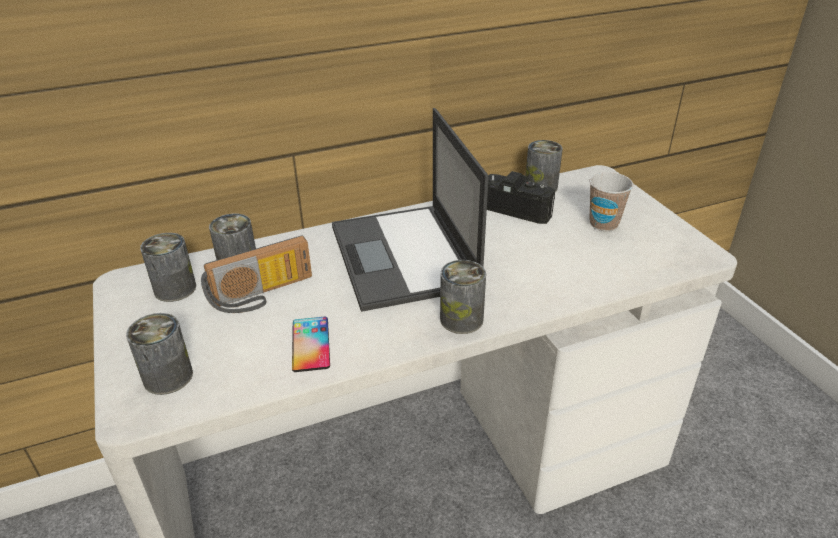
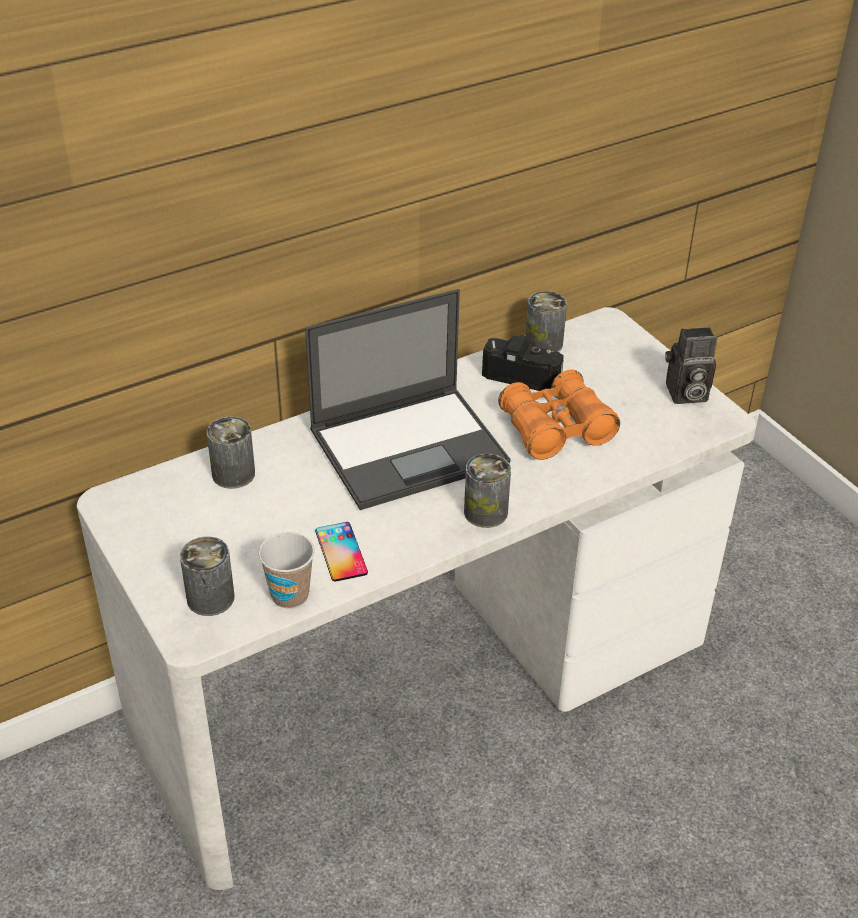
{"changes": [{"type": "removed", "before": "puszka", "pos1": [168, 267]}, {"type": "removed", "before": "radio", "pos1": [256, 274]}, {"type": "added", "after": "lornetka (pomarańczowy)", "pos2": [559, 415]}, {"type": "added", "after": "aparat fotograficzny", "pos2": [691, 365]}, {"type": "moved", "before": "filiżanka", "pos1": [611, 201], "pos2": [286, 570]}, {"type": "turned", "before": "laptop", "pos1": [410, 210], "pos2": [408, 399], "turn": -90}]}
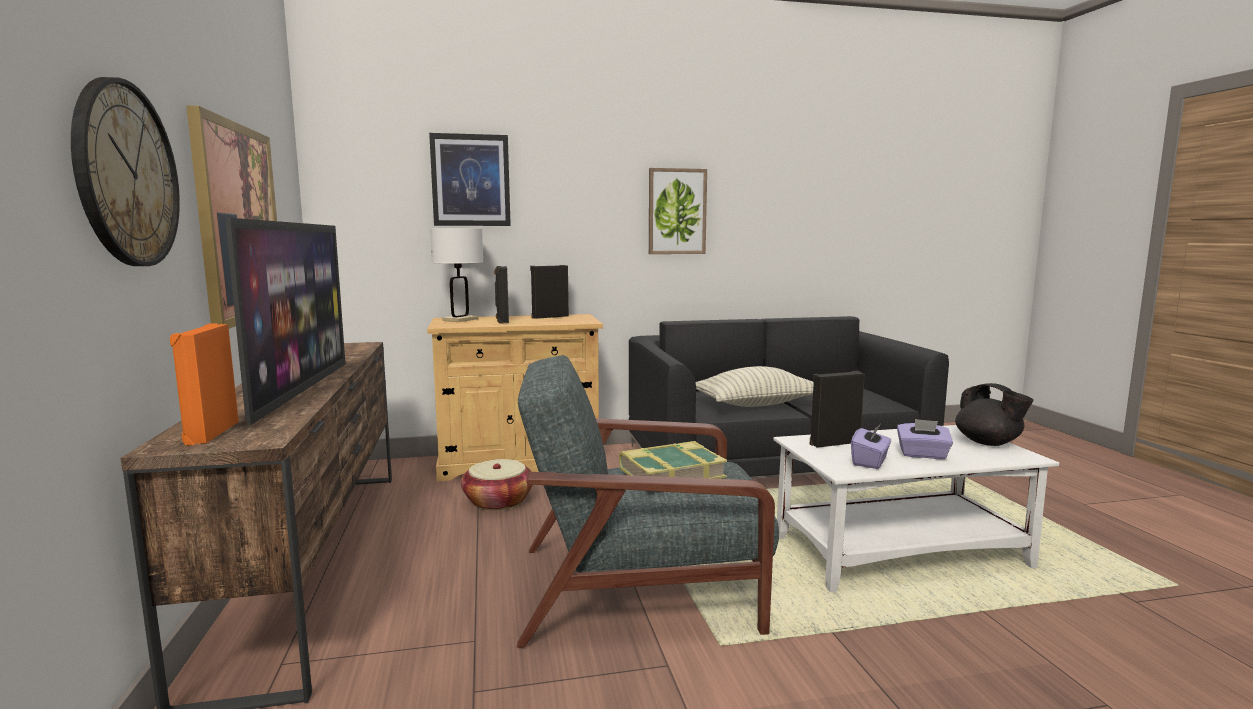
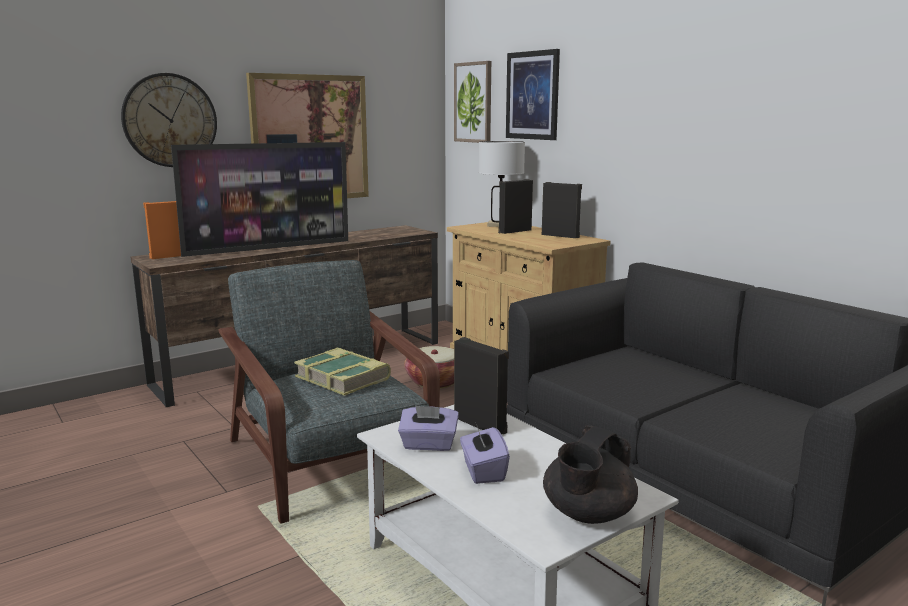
{"changes": [{"type": "removed", "before": "poduszka", "pos1": [755, 386]}, {"type": "moved", "before": "obraz", "pos1": [678, 211], "pos2": [472, 102]}]}
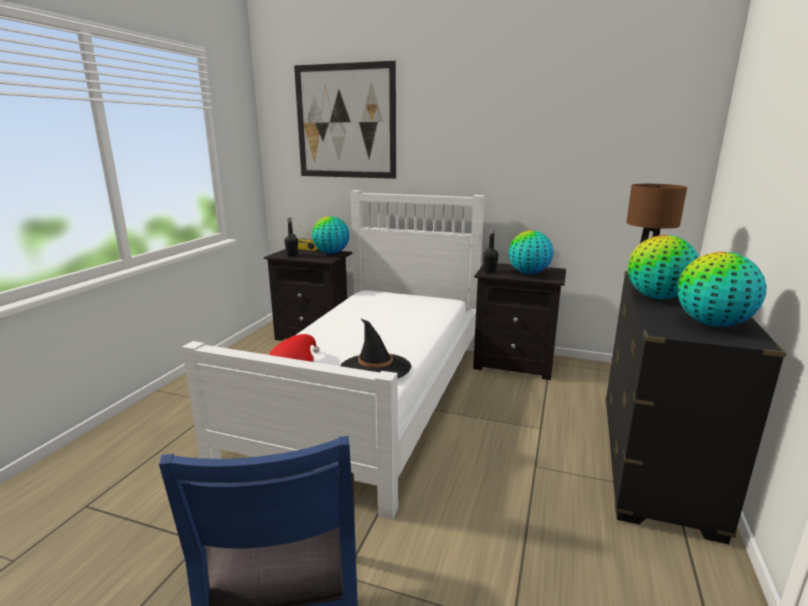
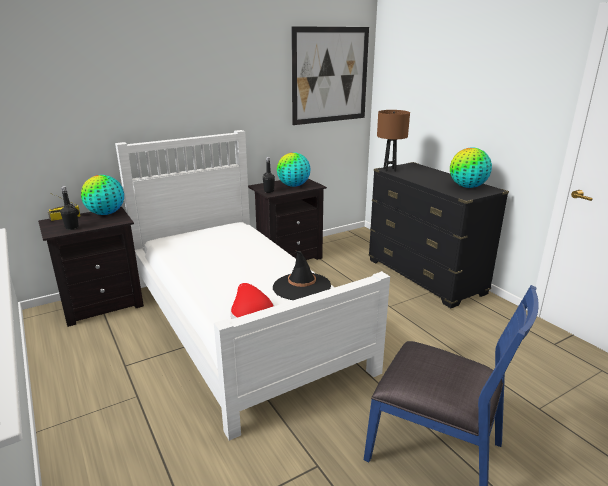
{"changes": [{"type": "removed", "before": "globus", "pos1": [663, 267]}, {"type": "moved", "before": "obraz", "pos1": [345, 120], "pos2": [330, 75]}]}
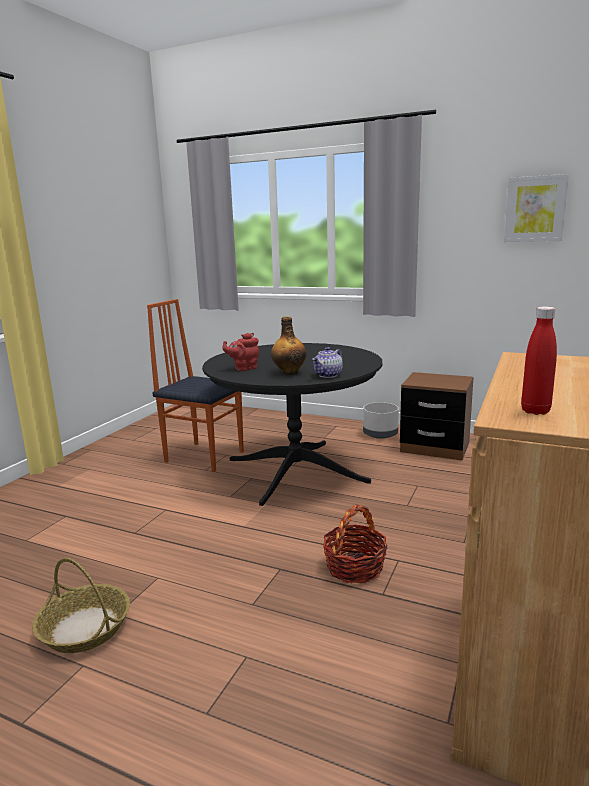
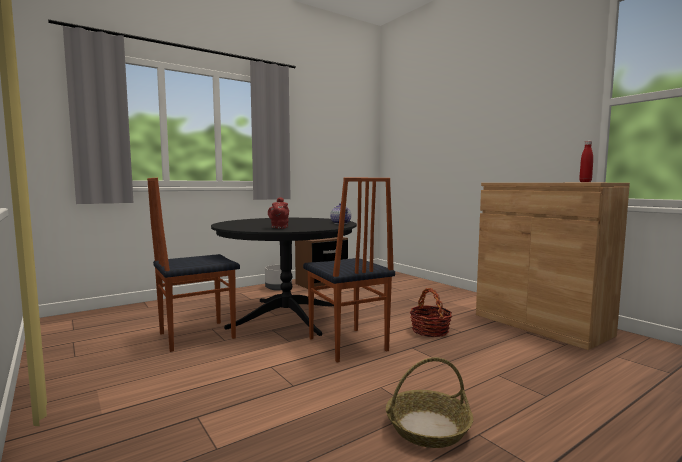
{"changes": [{"type": "removed", "before": "butelka", "pos1": [288, 345]}, {"type": "removed", "before": "obraz", "pos1": [536, 208]}, {"type": "added", "after": "krzesło", "pos2": [349, 270]}]}
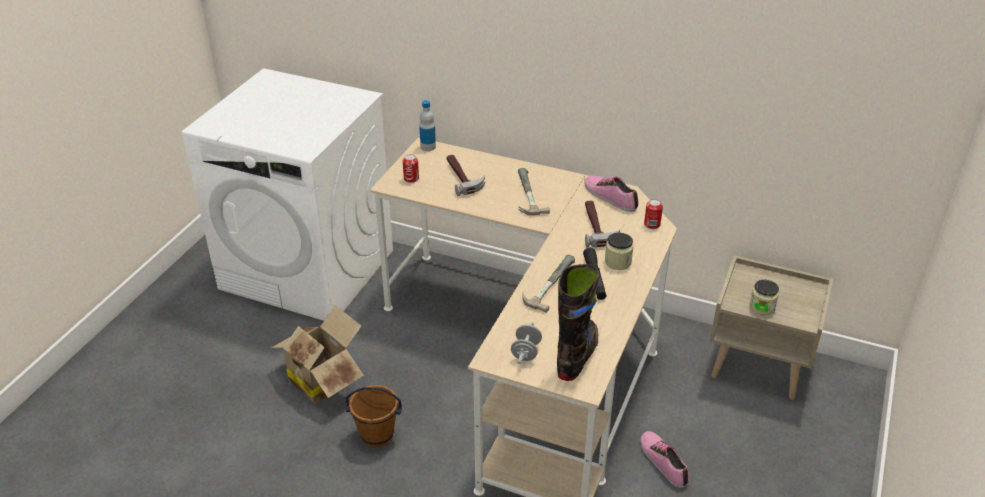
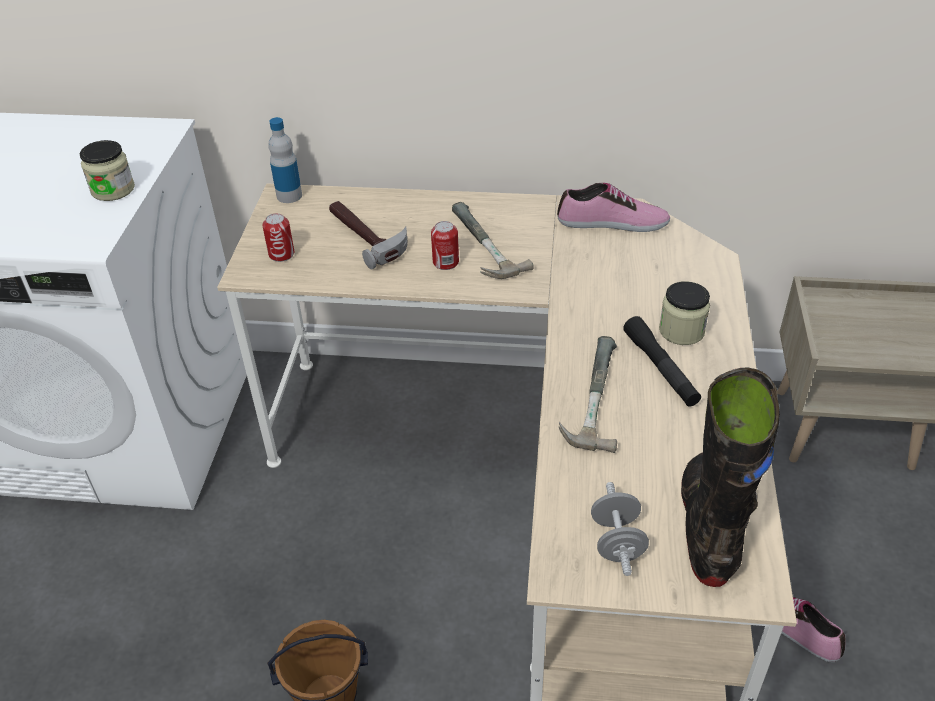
{"changes": [{"type": "removed", "before": "karton", "pos1": [317, 354]}, {"type": "removed", "before": "młotek", "pos1": [602, 224]}, {"type": "moved", "before": "puszka", "pos1": [653, 214], "pos2": [445, 245]}, {"type": "moved", "before": "słoik", "pos1": [764, 297], "pos2": [107, 170]}, {"type": "turned", "before": "but", "pos1": [611, 194], "pos2": [613, 207], "turn": 150}]}
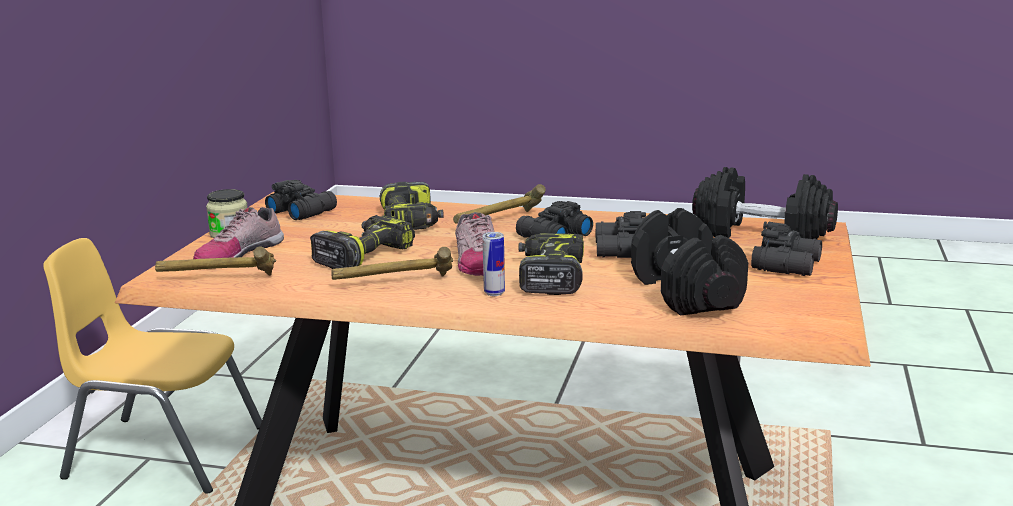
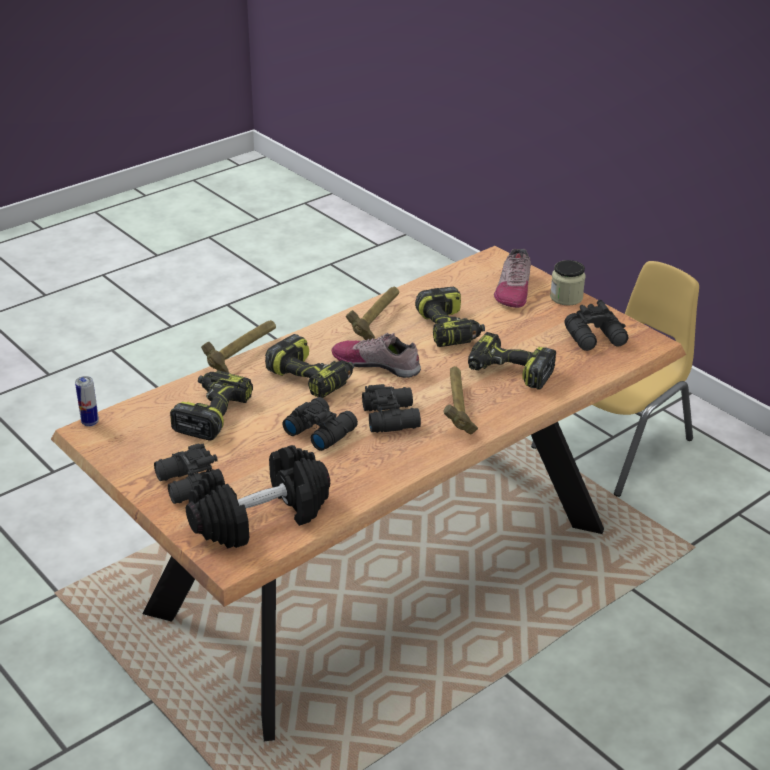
{"changes": [{"type": "moved", "before": "młotek", "pos1": [215, 261], "pos2": [238, 346]}, {"type": "moved", "before": "puszka", "pos1": [493, 264], "pos2": [87, 401]}, {"type": "replaced", "before": "hantel (czarny)", "after": "wiertarka", "pos1": [689, 262], "pos2": [211, 405]}, {"type": "turned", "before": "but", "pos1": [238, 233], "pos2": [512, 278], "turn": -150}]}
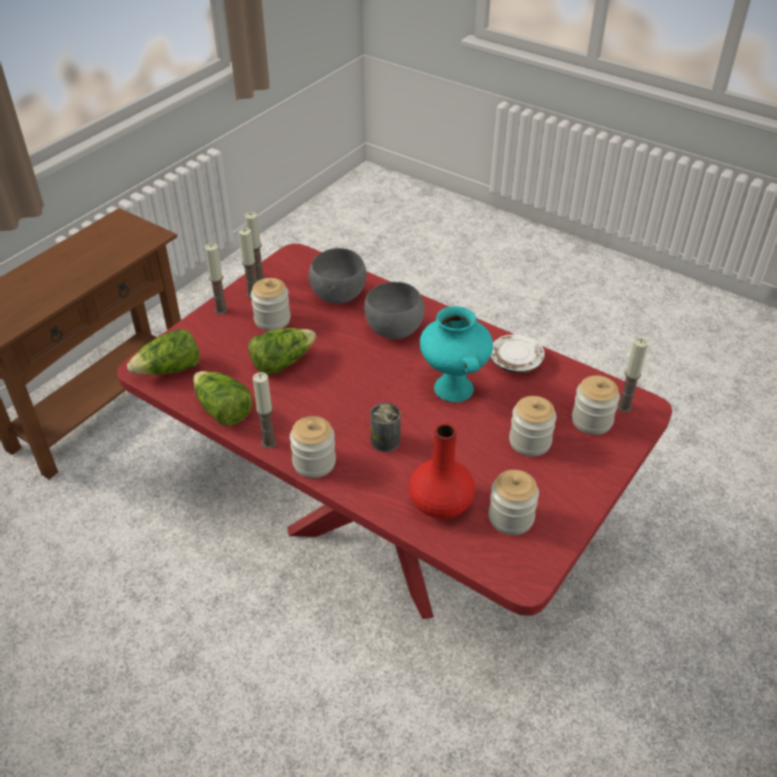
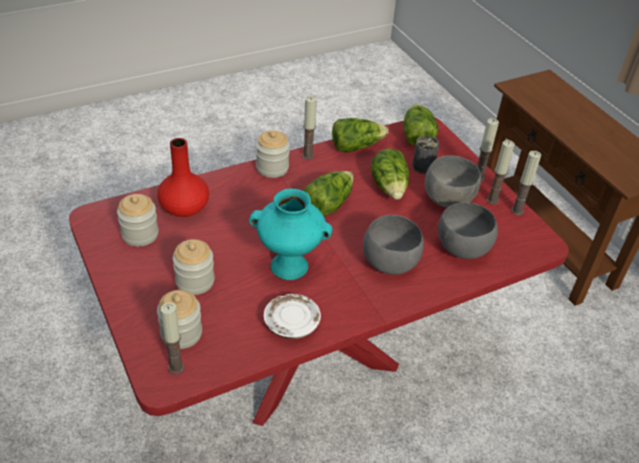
{"changes": [{"type": "added", "after": "sałata", "pos2": [329, 193]}, {"type": "moved", "before": "puszka", "pos1": [385, 427], "pos2": [425, 155]}, {"type": "replaced", "before": "słoik", "after": "miska (szary)", "pos1": [271, 304], "pos2": [453, 181]}]}
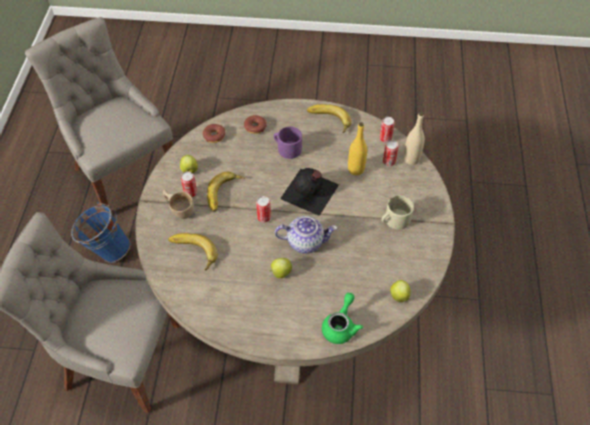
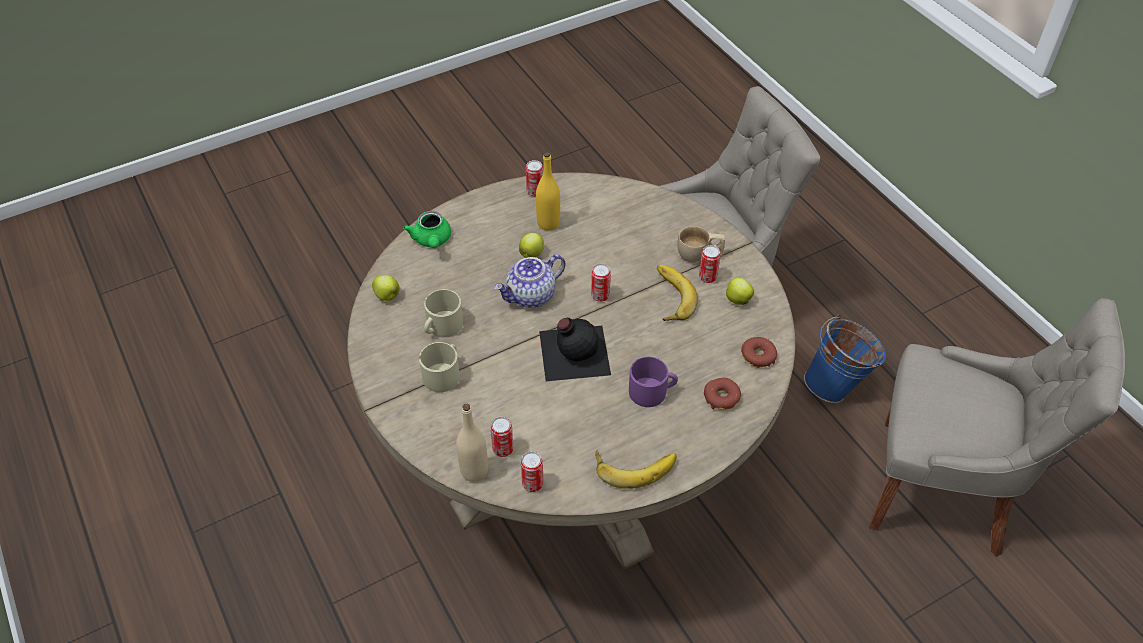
{"changes": [{"type": "removed", "before": "banan", "pos1": [193, 252]}, {"type": "added", "after": "kubek (beżowy)", "pos2": [443, 313]}, {"type": "added", "after": "puszka", "pos2": [534, 178]}, {"type": "moved", "before": "butelka (żółty)", "pos1": [357, 148], "pos2": [548, 191]}]}
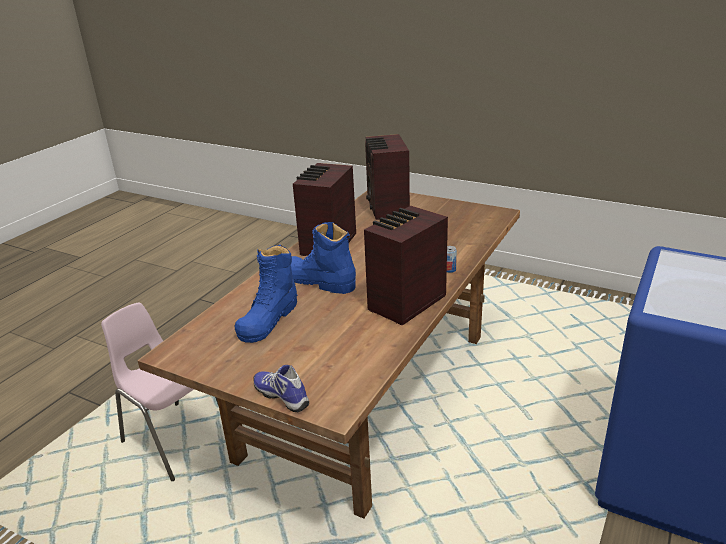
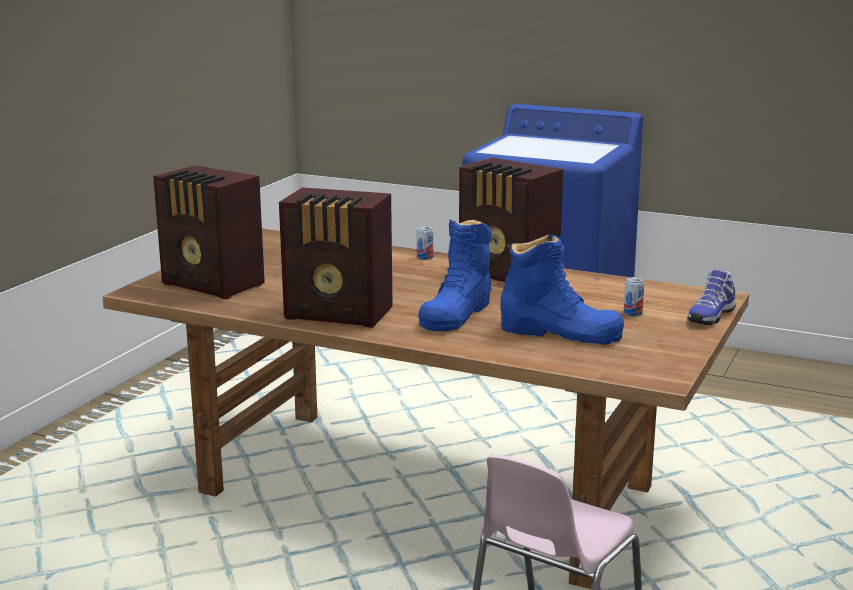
{"changes": [{"type": "added", "after": "puszka", "pos2": [634, 296]}, {"type": "turned", "before": "radio", "pos1": [387, 177], "pos2": [209, 232], "turn": 45}]}
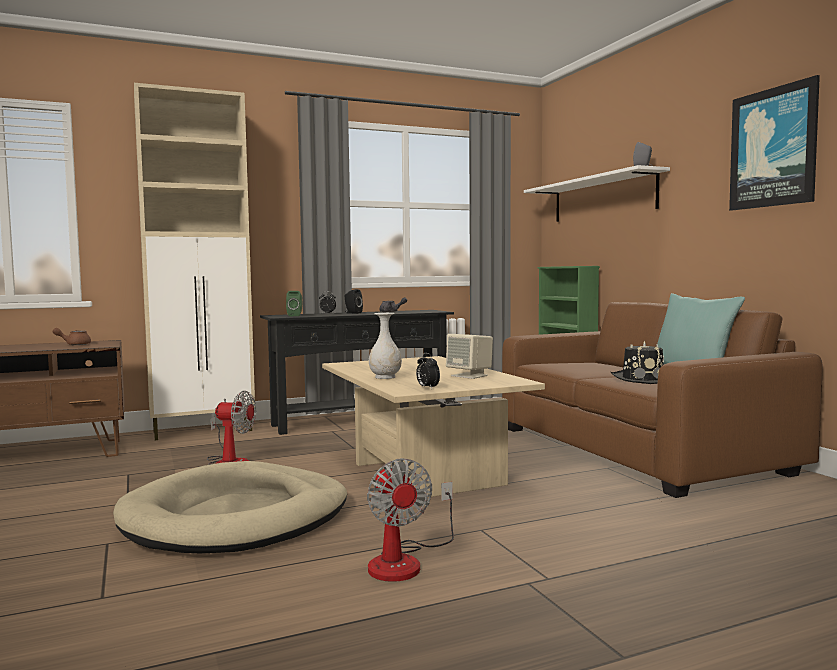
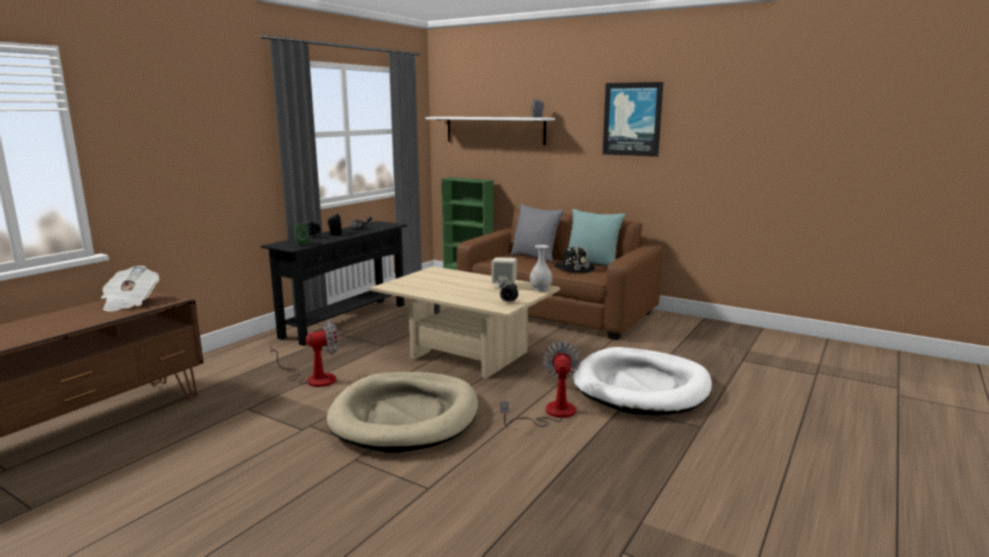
{"changes": [{"type": "removed", "before": "szafka (beżowy)", "pos1": [194, 261]}, {"type": "added", "after": "poduszka (szary)", "pos2": [537, 233]}, {"type": "added", "after": "legowisko (biały)", "pos2": [642, 381]}, {"type": "moved", "before": "wazon (biały)", "pos1": [385, 346], "pos2": [541, 268]}, {"type": "replaced", "before": "imbryk (brązowy)", "after": "gazeta", "pos1": [72, 336], "pos2": [130, 288]}, {"type": "turned", "before": "wentylator", "pos1": [410, 520], "pos2": [540, 384], "turn": -120}]}
